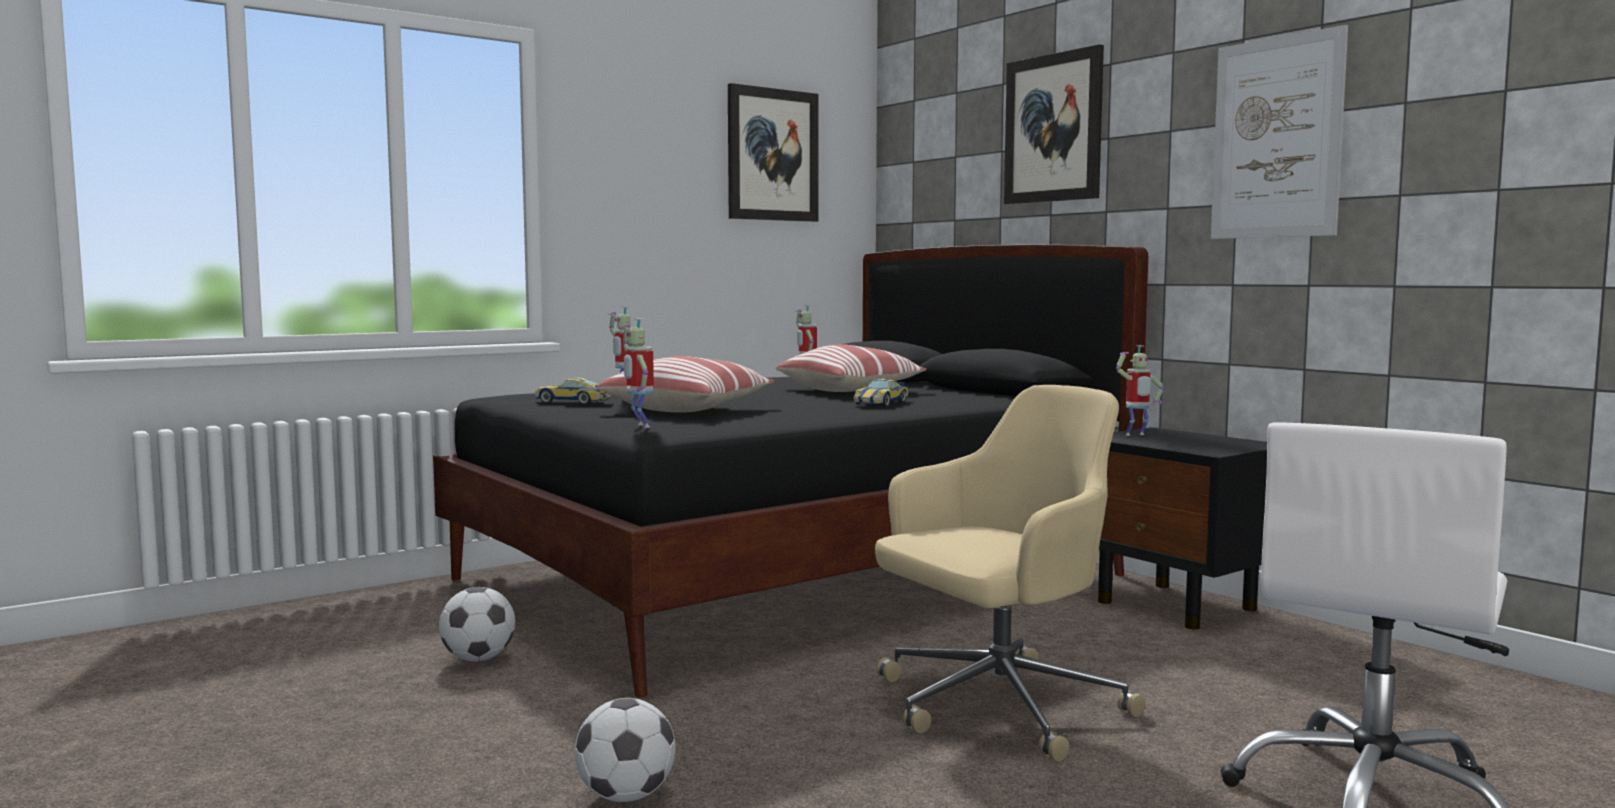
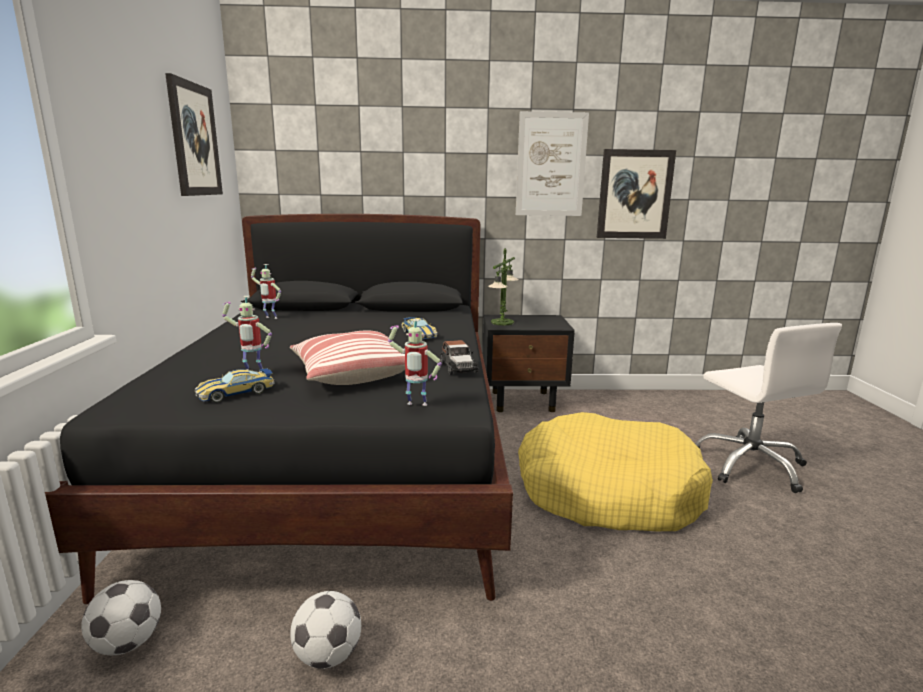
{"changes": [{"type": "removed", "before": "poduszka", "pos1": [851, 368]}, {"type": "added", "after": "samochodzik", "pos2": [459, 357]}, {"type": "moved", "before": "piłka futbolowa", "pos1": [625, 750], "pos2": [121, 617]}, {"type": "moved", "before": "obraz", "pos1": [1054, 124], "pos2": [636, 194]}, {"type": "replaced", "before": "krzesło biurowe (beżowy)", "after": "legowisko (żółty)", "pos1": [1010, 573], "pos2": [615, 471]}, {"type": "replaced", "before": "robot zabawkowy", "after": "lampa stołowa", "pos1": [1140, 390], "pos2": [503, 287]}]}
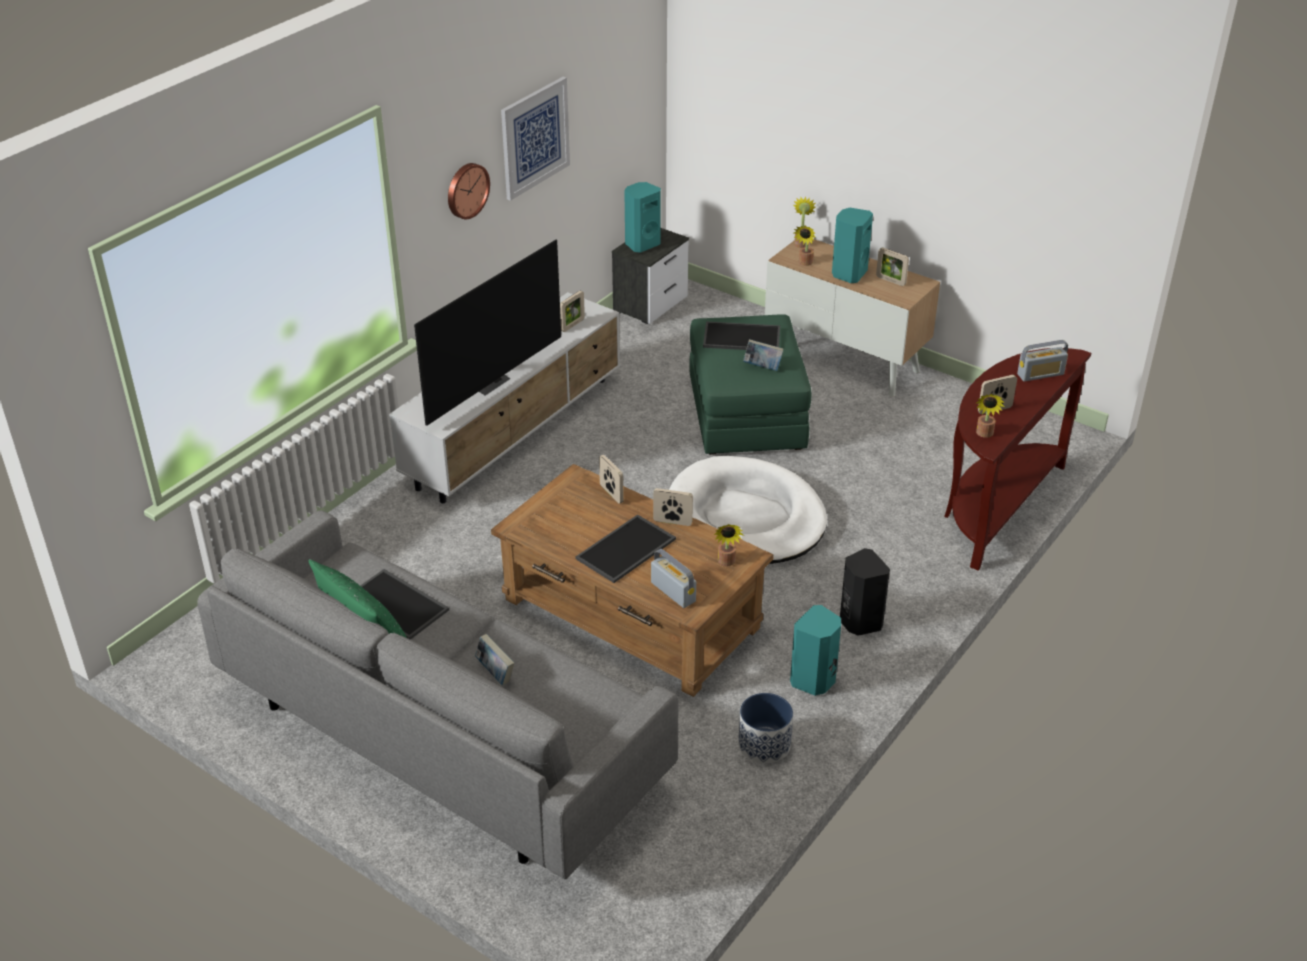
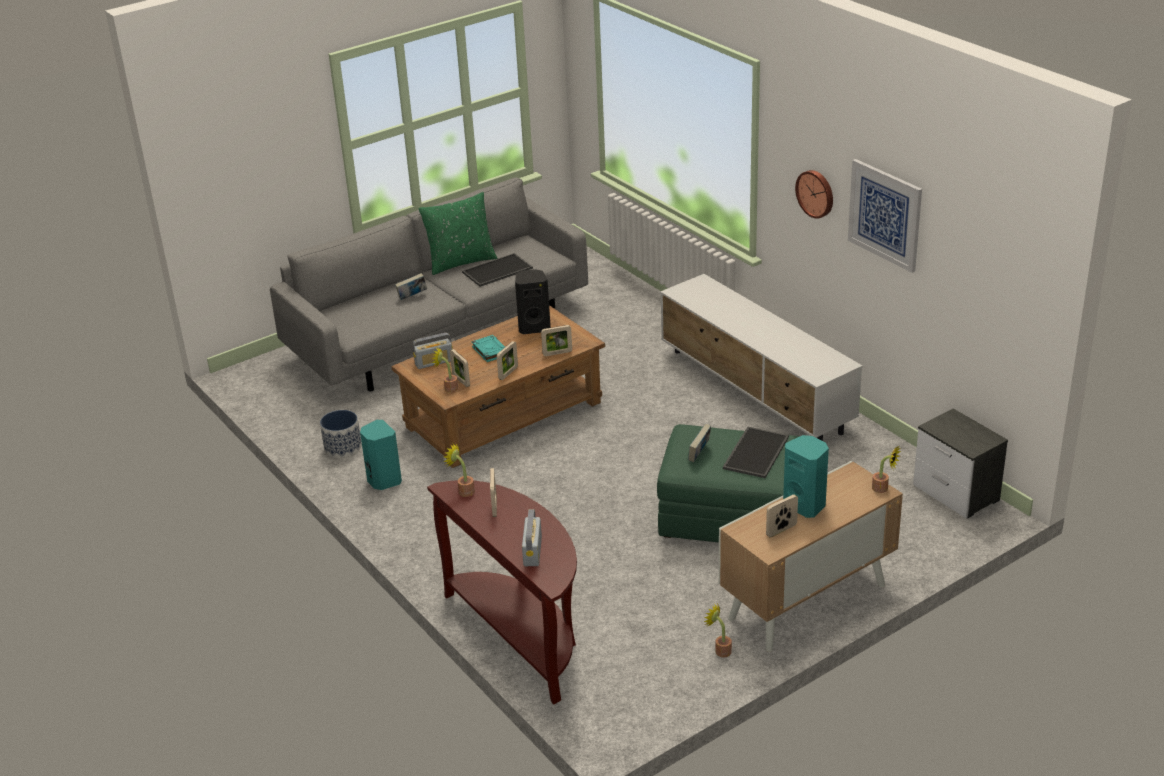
{"changes": [{"type": "removed", "before": "telewizor", "pos1": [487, 333]}, {"type": "removed", "before": "głośnik (turkusowy)", "pos1": [642, 217]}, {"type": "removed", "before": "legowisko (biały)", "pos1": [748, 510]}, {"type": "moved", "before": "ramka na zdjęcie", "pos1": [572, 311], "pos2": [460, 368]}, {"type": "moved", "before": "roślina doniczkowa", "pos1": [805, 246], "pos2": [718, 630]}, {"type": "moved", "before": "głośnik (czarny)", "pos1": [865, 592], "pos2": [533, 301]}, {"type": "replaced", "before": "taca", "after": "książka (turkusowy)", "pos1": [625, 548], "pos2": [488, 348]}]}
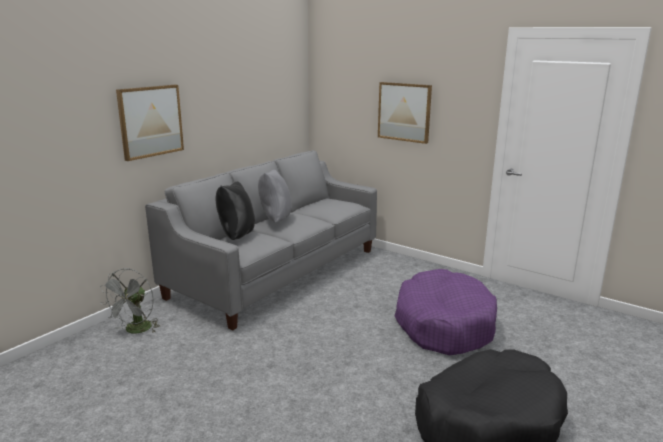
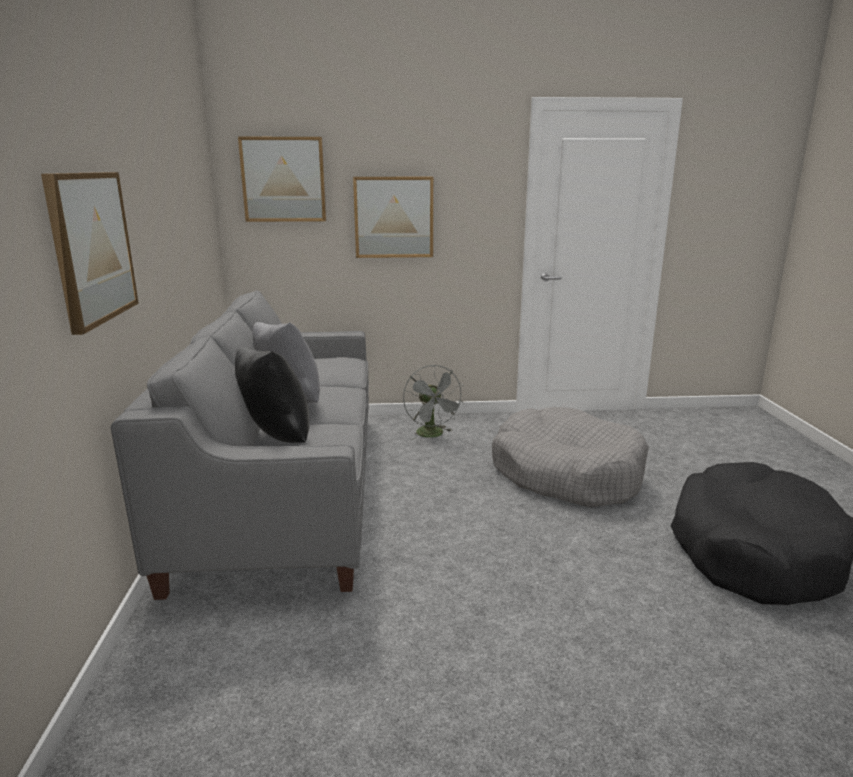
{"changes": [{"type": "added", "after": "obraz", "pos2": [282, 179]}, {"type": "moved", "before": "wentylator (szary)", "pos1": [130, 301], "pos2": [433, 402]}, {"type": "recoloured", "before": "legowisko (fioletowy)", "after": "legowisko (szary)", "pos1": [445, 312], "pos2": [570, 457]}]}
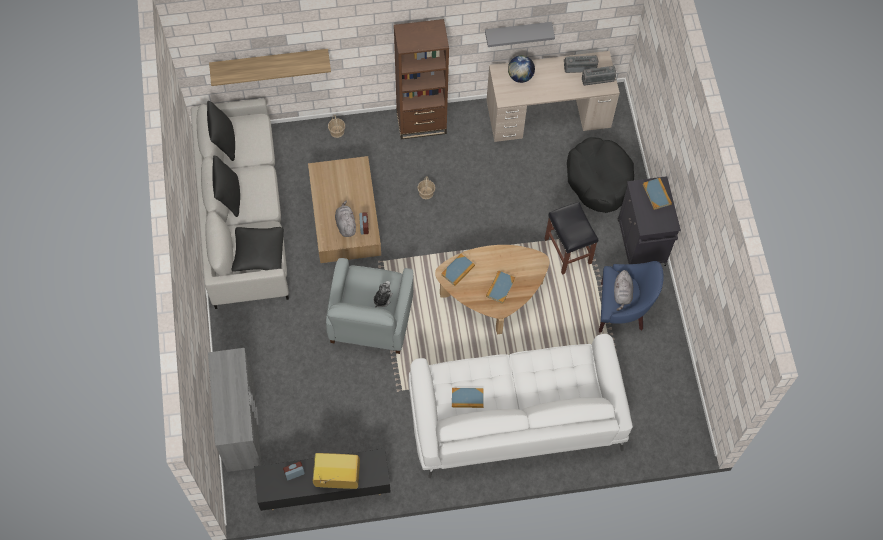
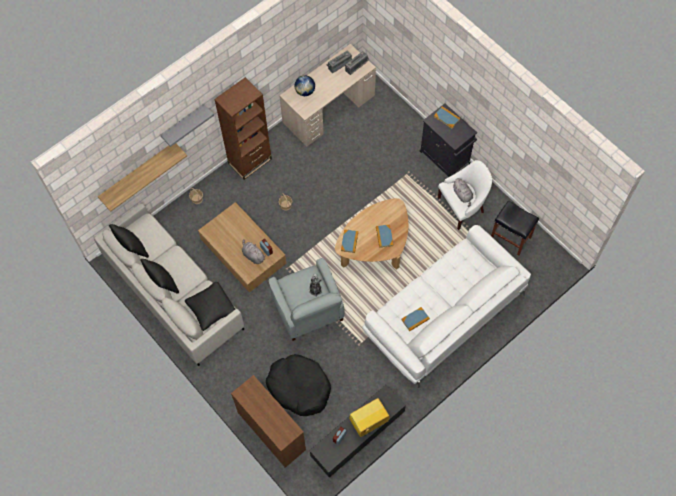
{"changes": [{"type": "moved", "before": "półka (szary)", "pos1": [520, 34], "pos2": [187, 125]}, {"type": "moved", "before": "stołek (czarny)", "pos1": [571, 238], "pos2": [515, 228]}, {"type": "moved", "before": "legowisko (czarny)", "pos1": [600, 175], "pos2": [298, 385]}, {"type": "recoloured", "before": "komoda (szary)", "after": "komoda (brązowy)", "pos1": [235, 410], "pos2": [268, 421]}, {"type": "recoloured", "before": "fotel (niebieski)", "after": "fotel (biały)", "pos1": [631, 297], "pos2": [465, 195]}]}
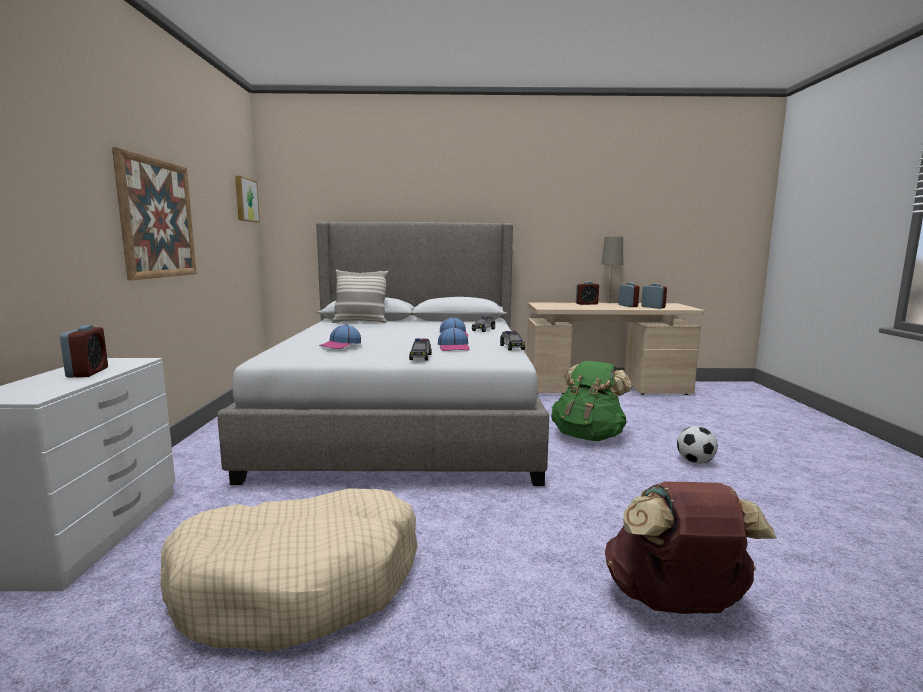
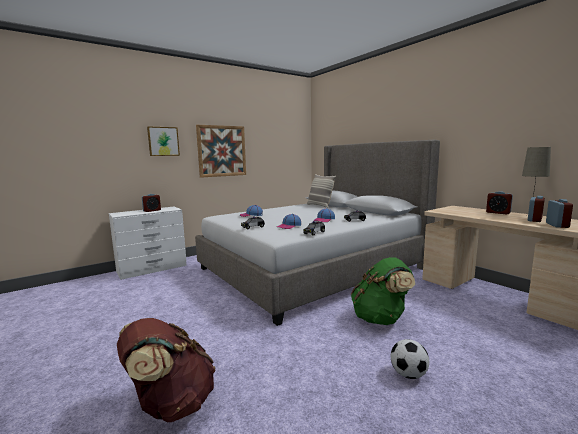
{"changes": [{"type": "removed", "before": "legowisko (beżowy)", "pos1": [289, 570]}, {"type": "moved", "before": "obraz", "pos1": [247, 199], "pos2": [163, 141]}]}
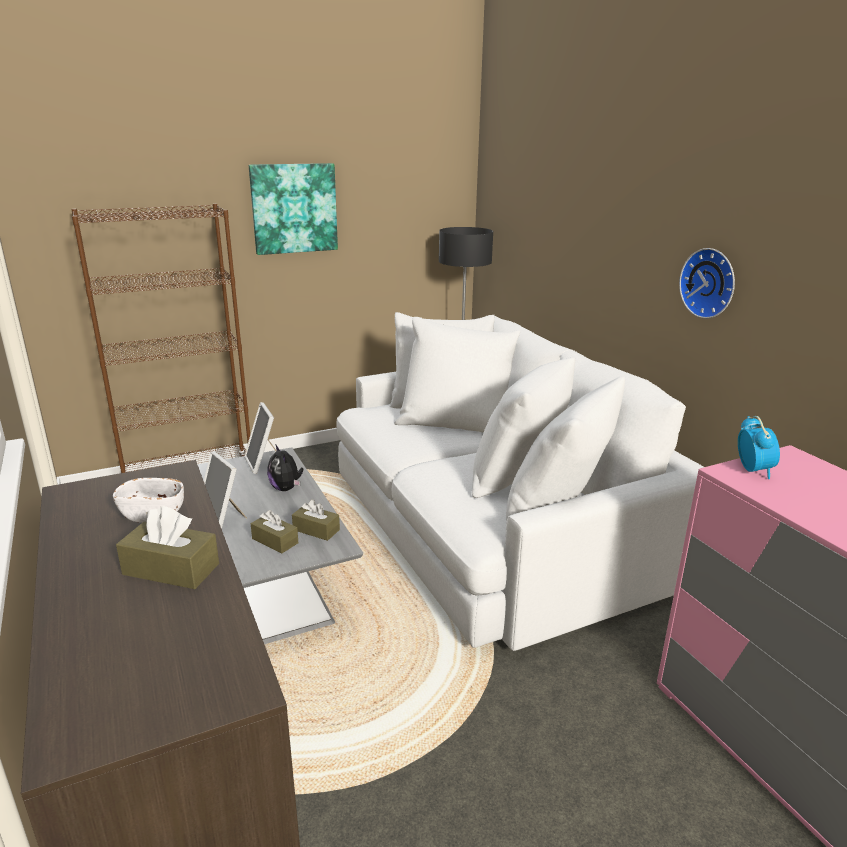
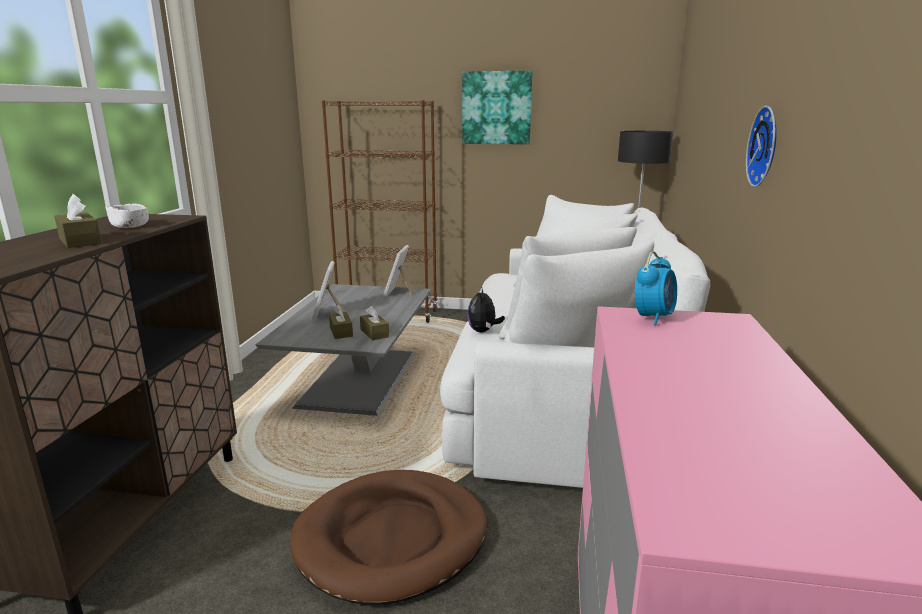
{"changes": [{"type": "added", "after": "legowisko (brązowy)", "pos2": [388, 537]}, {"type": "moved", "before": "pluszak", "pos1": [285, 467], "pos2": [486, 310]}]}
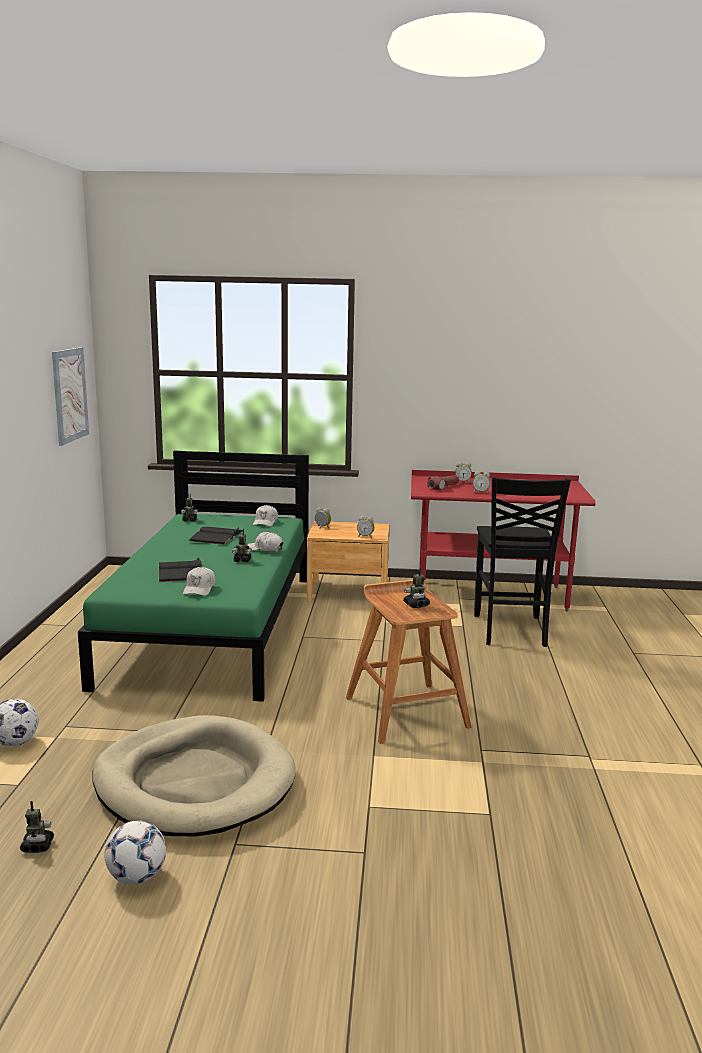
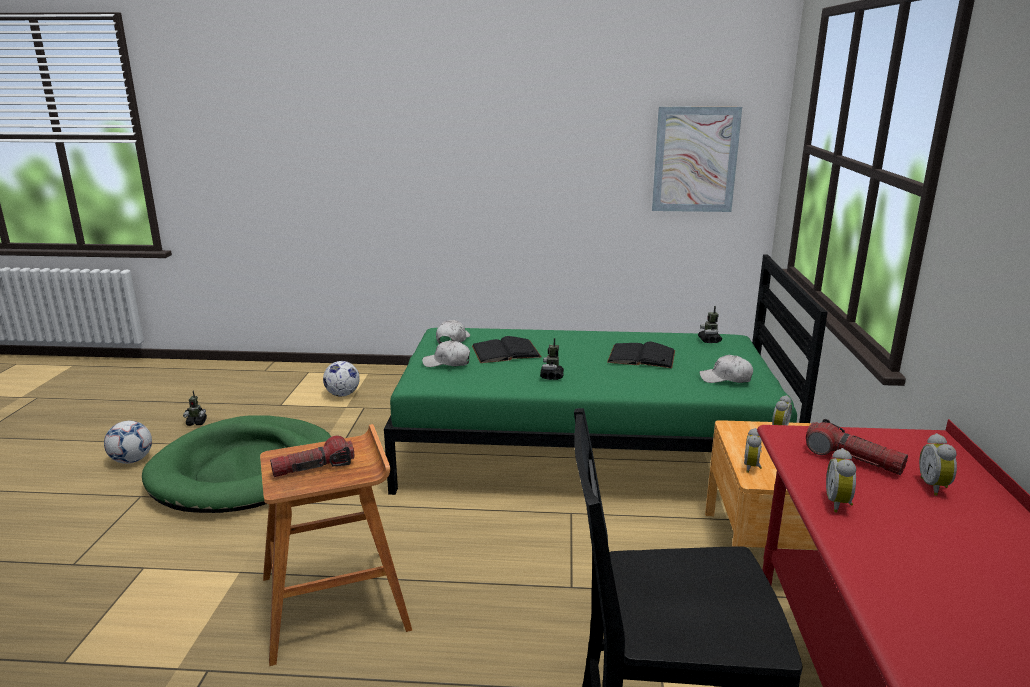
{"changes": [{"type": "moved", "before": "czapka z daszkiem (biały)", "pos1": [265, 542], "pos2": [453, 332]}, {"type": "replaced", "before": "robot zabawkowy", "after": "latarka", "pos1": [416, 588], "pos2": [312, 456]}, {"type": "recoloured", "before": "legowisko (beżowy)", "after": "legowisko (zielony)", "pos1": [194, 776], "pos2": [236, 464]}]}
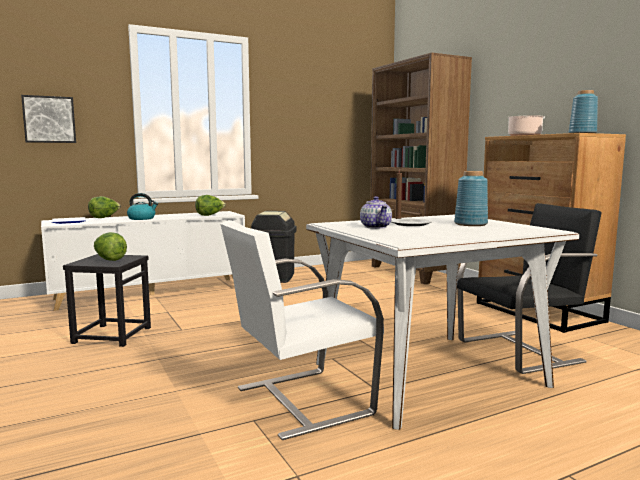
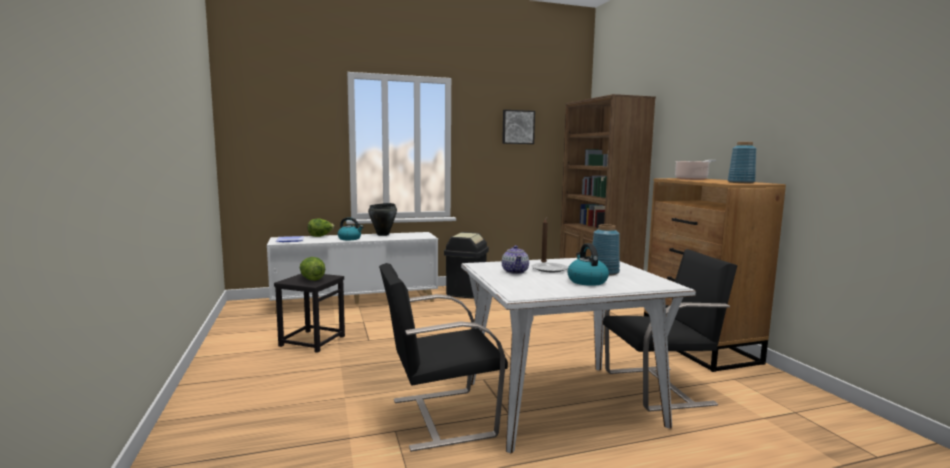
{"changes": [{"type": "removed", "before": "sałata", "pos1": [210, 205]}, {"type": "added", "after": "garnek (czarny)", "pos2": [382, 219]}, {"type": "added", "after": "czajnik", "pos2": [588, 264]}, {"type": "moved", "before": "obraz", "pos1": [48, 119], "pos2": [518, 127]}, {"type": "recoloured", "before": "krzesło (biały)", "after": "krzesło (czarny)", "pos1": [302, 330], "pos2": [443, 357]}]}
